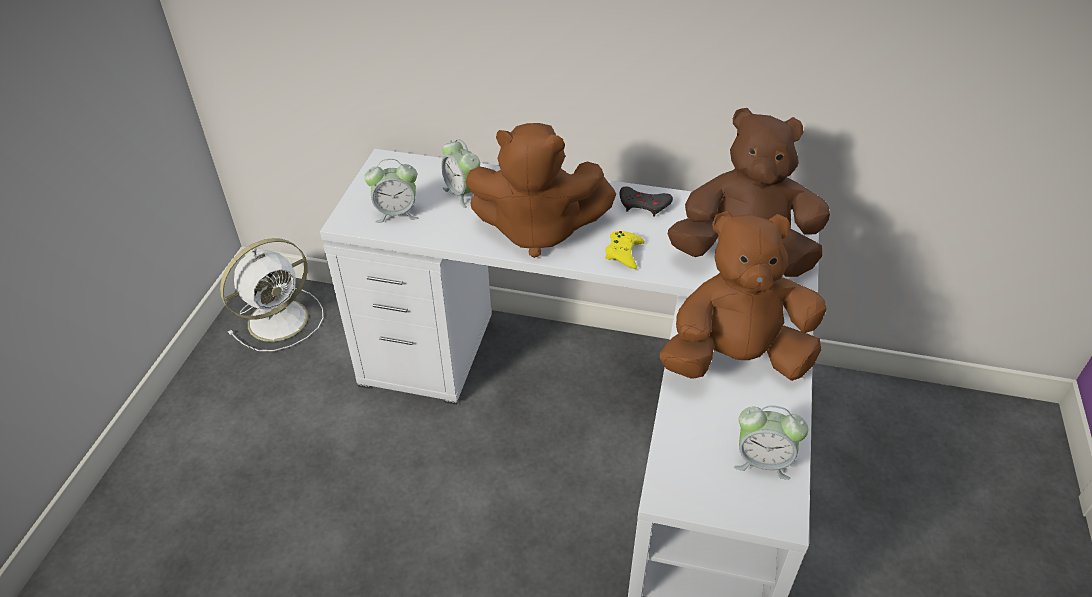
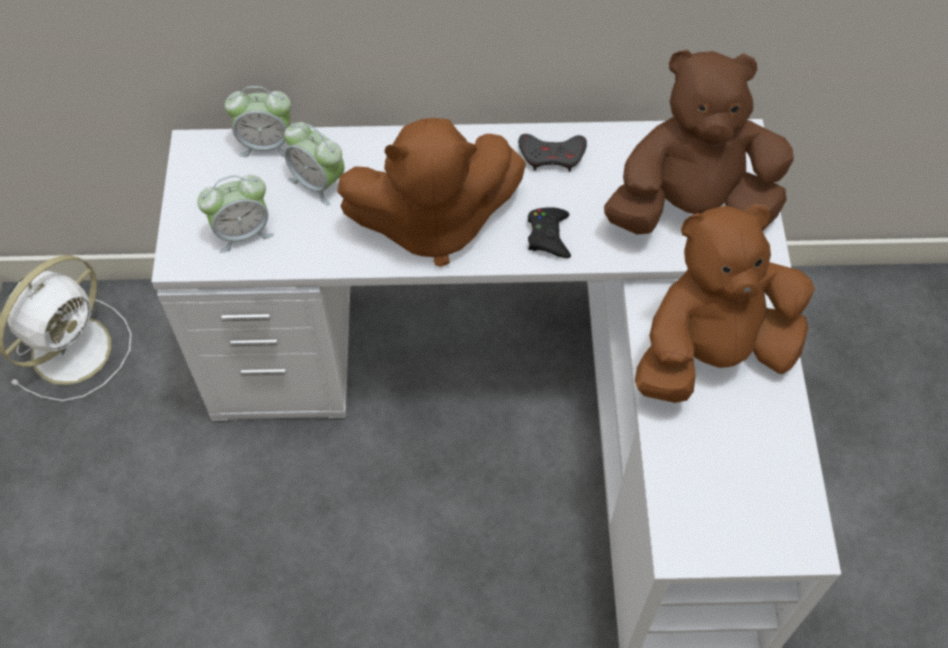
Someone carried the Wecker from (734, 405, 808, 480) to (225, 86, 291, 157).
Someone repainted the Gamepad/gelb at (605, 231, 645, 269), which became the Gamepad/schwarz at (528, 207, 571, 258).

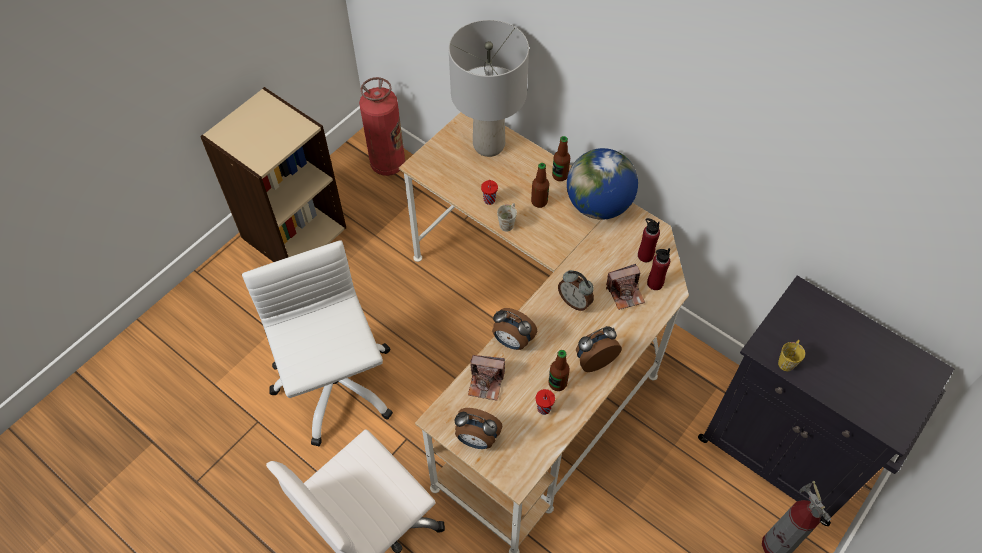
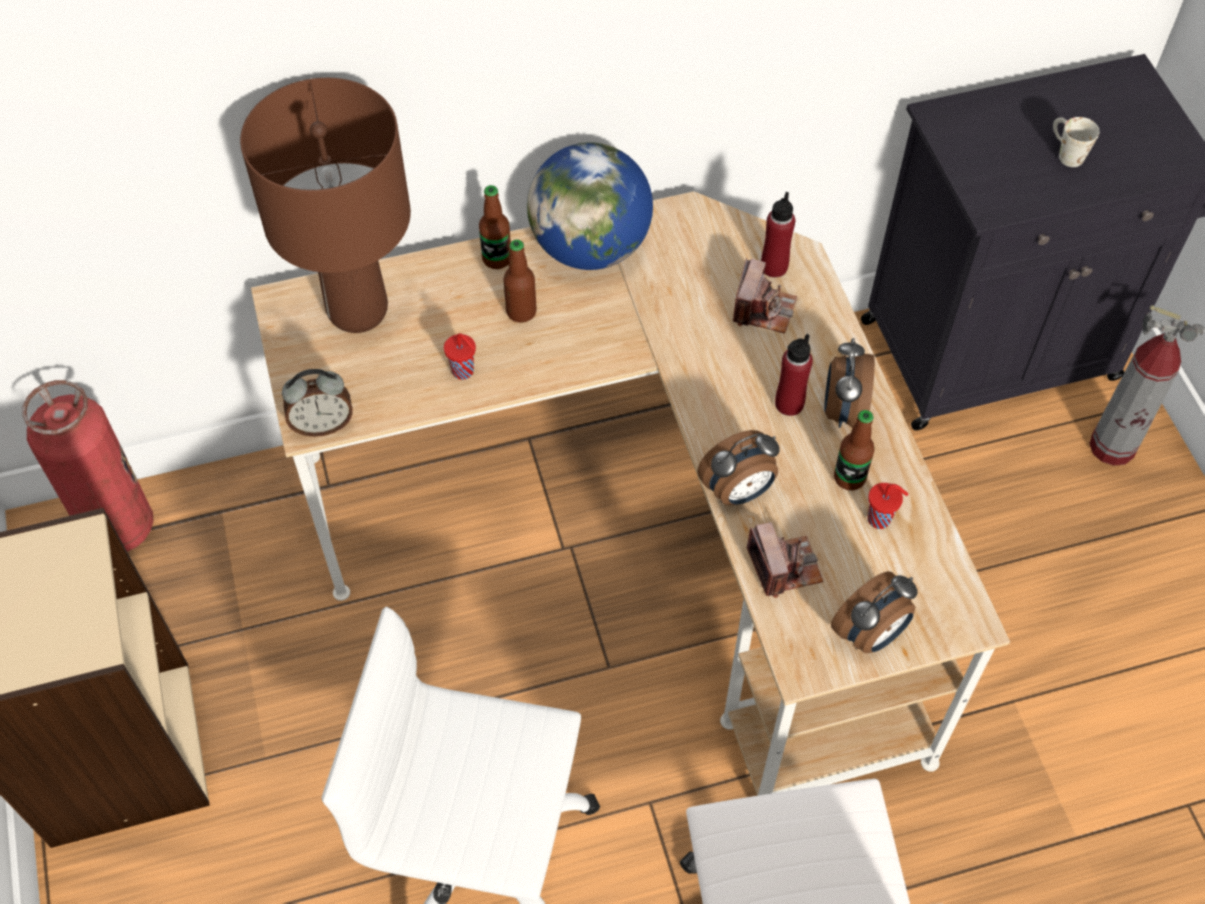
Someone took away the Henkelbecher/gelb at (778, 340, 805, 371).
Someone carried the Henkelbecher/weiß from (497, 203, 517, 231) to (1053, 117, 1099, 167).
Someone carried the Wecker from (558, 270, 594, 311) to (282, 369, 353, 437).
Someone carried the Flasche/rot from (638, 218, 660, 262) to (775, 334, 813, 416).
Someone repainted the Tischlampe/grau at (448, 20, 529, 157), which became the Tischlampe/braun at (240, 78, 411, 333).
Someone rotated the Kamera at (468, 355, 505, 401) by 60 degrees counterclockwise.

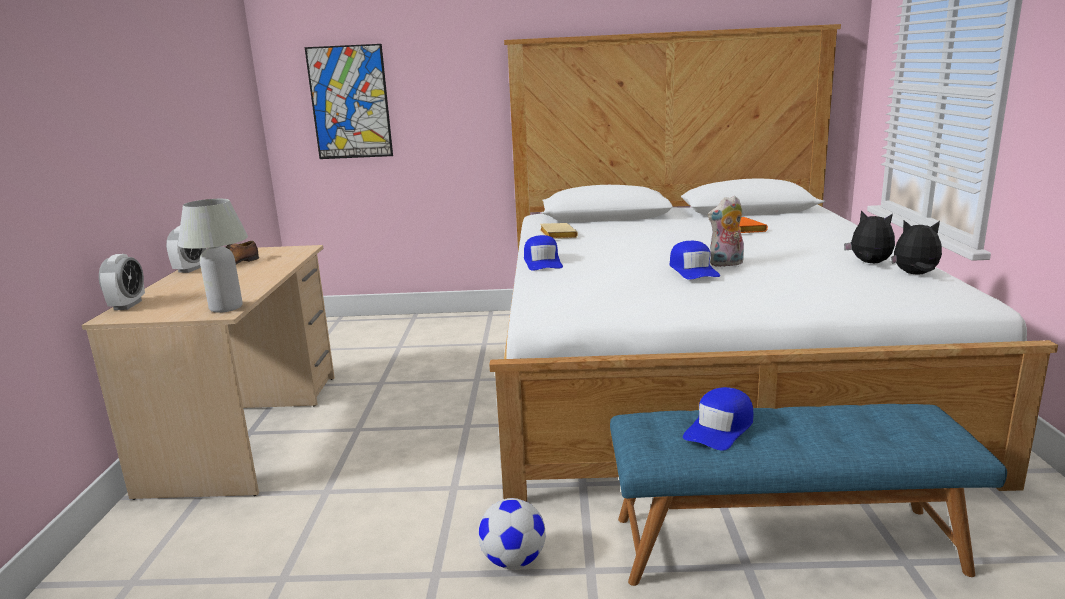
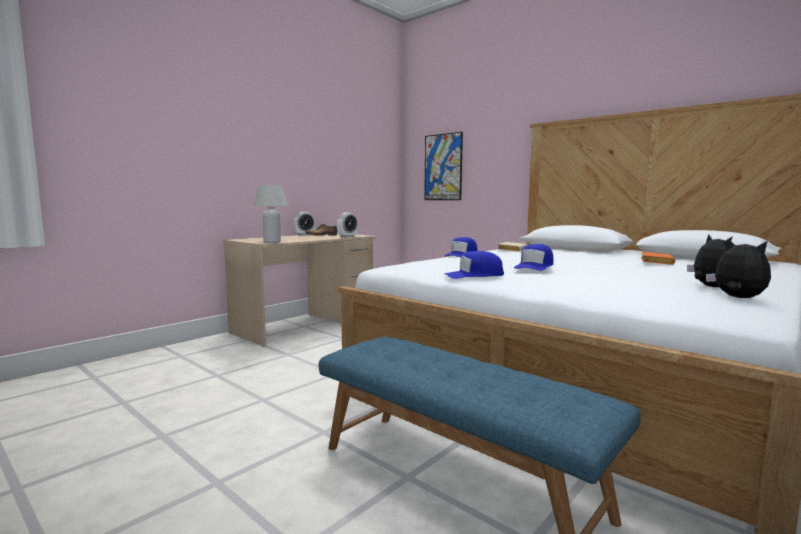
Someone took away the Fußball at (478, 498, 546, 569).
Someone took away the Plüschtier at (707, 196, 744, 267).
Someone carried the Wecker from (99, 254, 145, 310) to (337, 212, 358, 238).
Someone carried the Kappe/blau from (683, 387, 753, 451) to (445, 251, 504, 279).

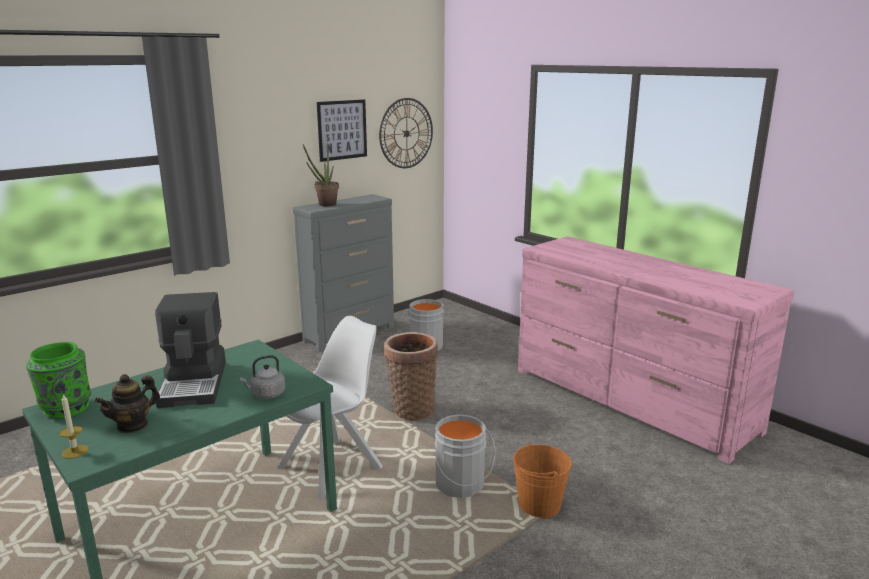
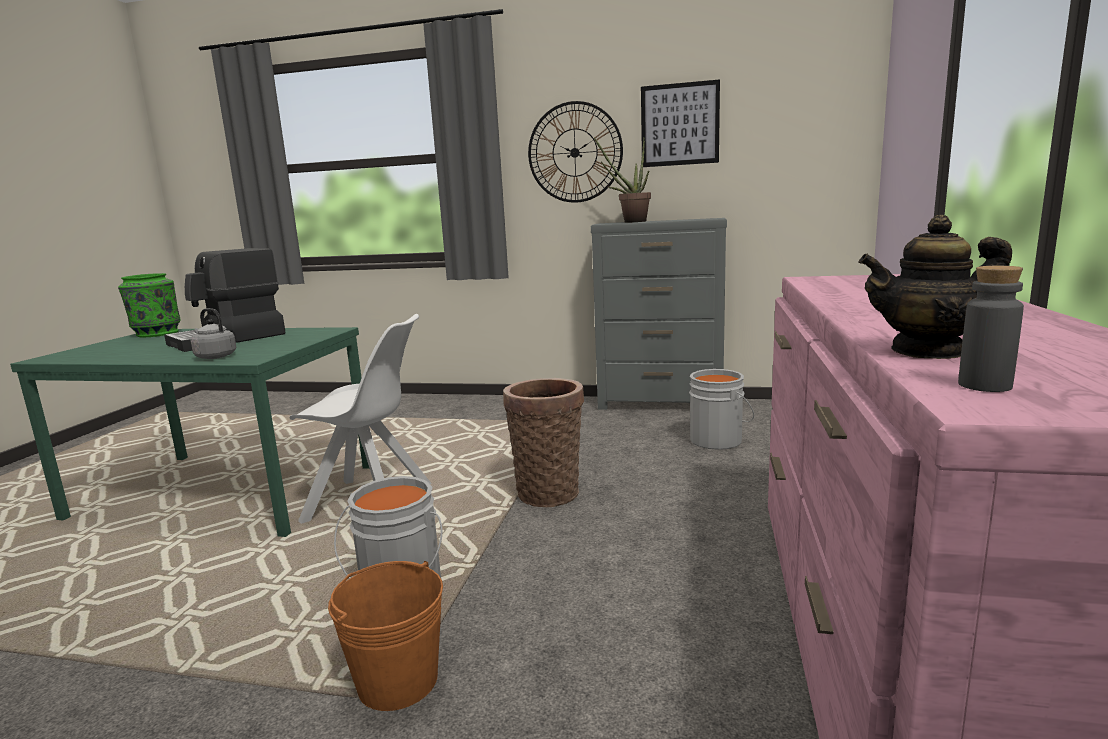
Someone took away the Kerze at (59, 394, 89, 459).
Someone put down the Flasche/grau at (958, 266, 1024, 392).
Someone carried the Teekanne from (95, 374, 160, 433) to (859, 215, 1012, 359).
Someone carried the Wanduhr from (379, 98, 433, 168) to (528, 101, 623, 203).

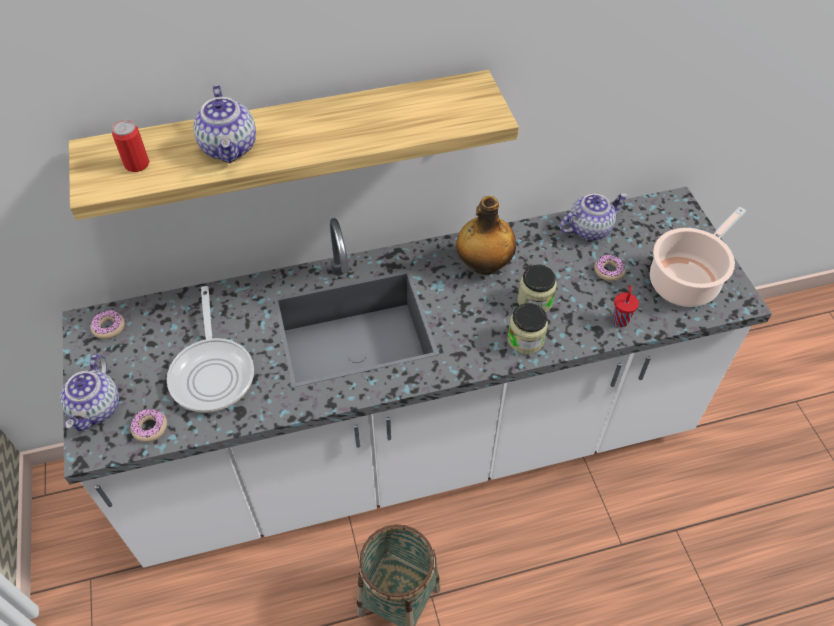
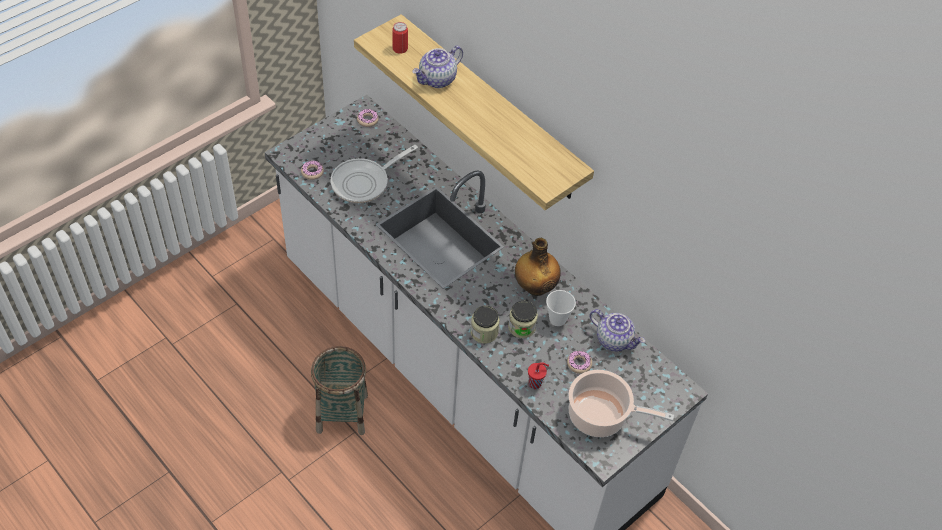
Someone took away the Teekanne at (60, 354, 119, 431).
Someone put down the Tasse at (546, 290, 576, 326).

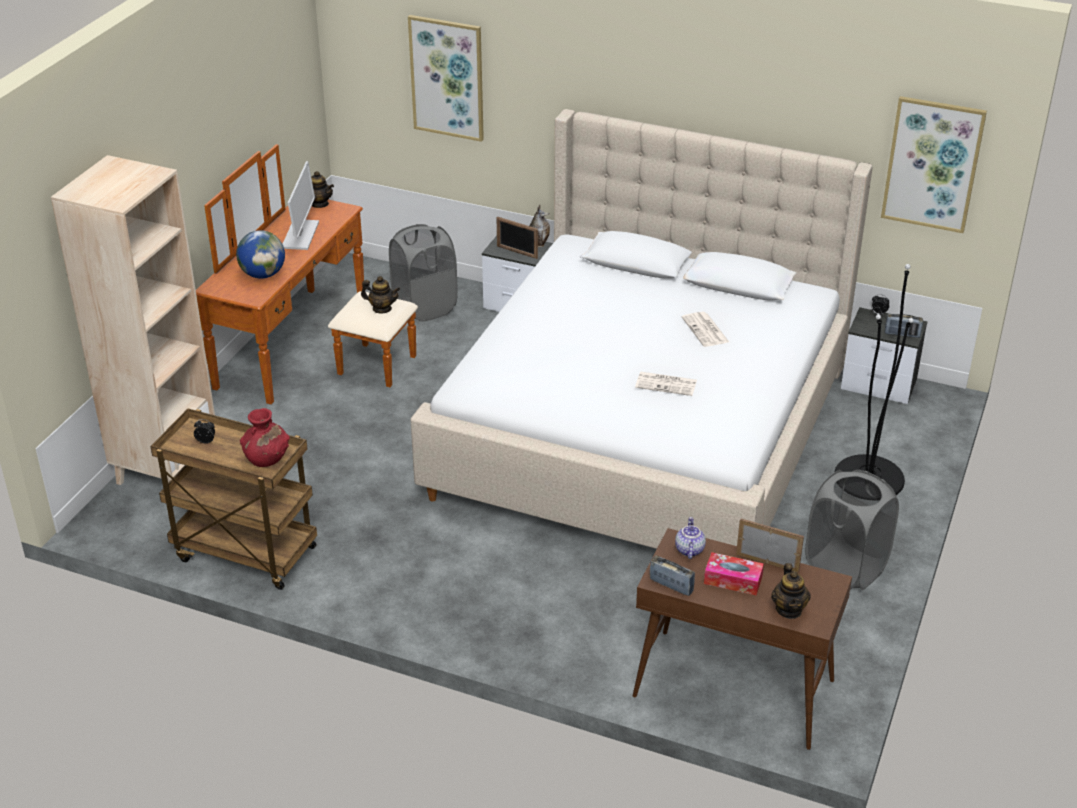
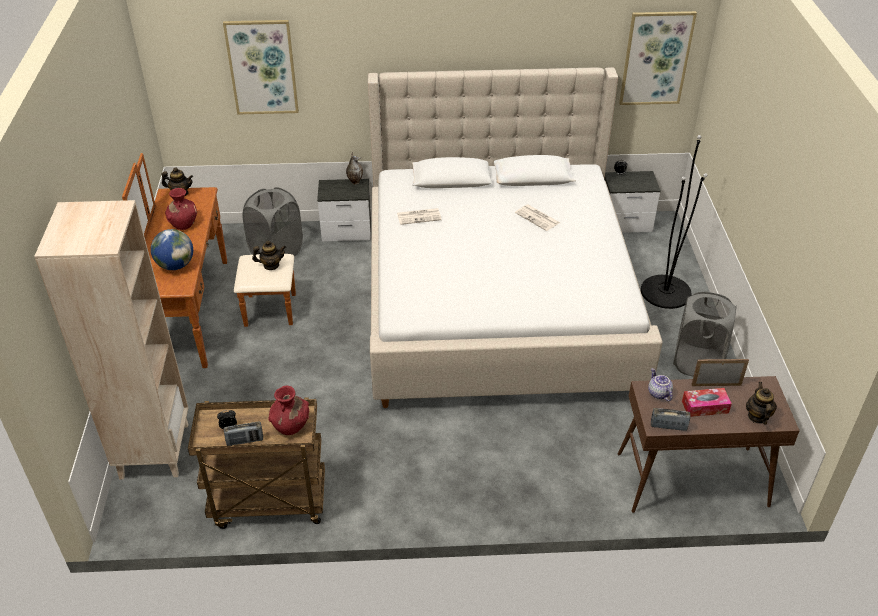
Someone took away the Bilderrahmen at (496, 217, 538, 259).
Someone carried the Zeitung from (635, 372, 697, 396) to (397, 208, 442, 225).
Someone carried the Radio from (885, 314, 923, 338) to (224, 422, 263, 446).
Someone swapped the Monitor at (283, 161, 319, 250) for the Vase/rot at (165, 188, 197, 230).
Someone rotated the Teekanne at (771, 563, 811, 619) by 150 degrees counterclockwise.

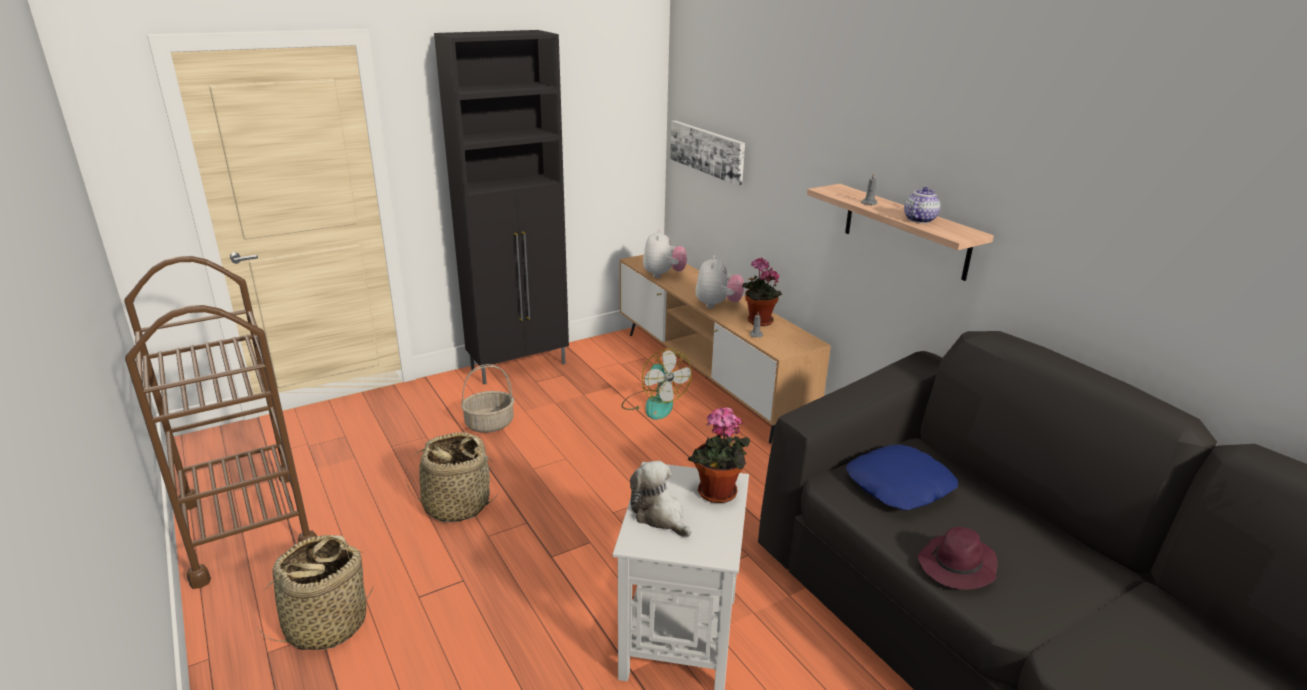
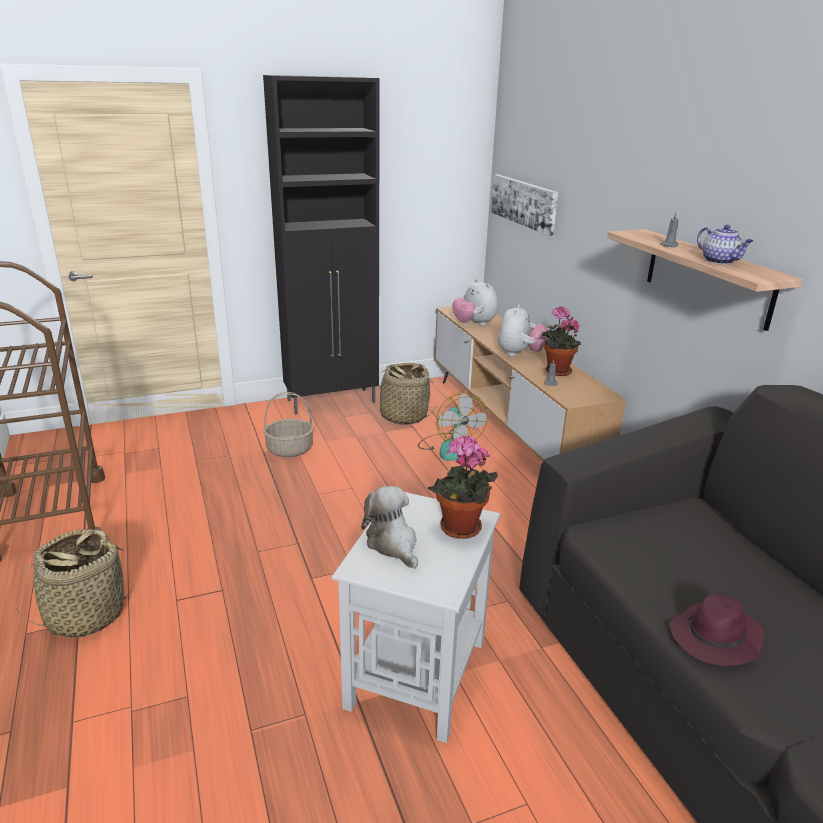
Someone took away the Kissen/blau at (846, 444, 958, 510).
Someone carried the Korb from (406, 432, 498, 522) to (370, 362, 434, 425).
Someone rotated the Plüschtier at (643, 229, 687, 278) by 135 degrees clockwise.
Someone rotated the Teekanne at (904, 187, 940, 223) by 105 degrees clockwise.

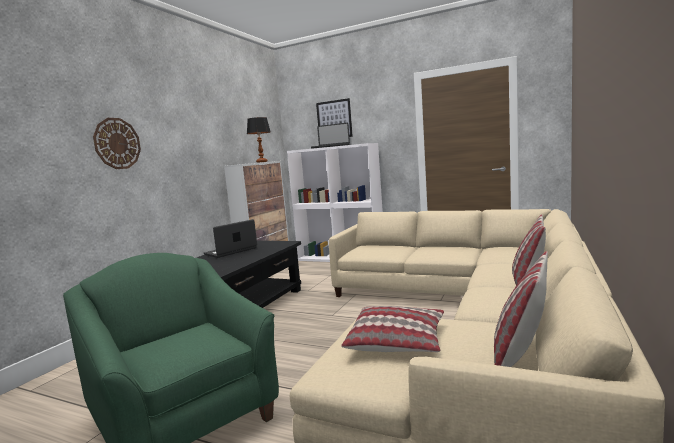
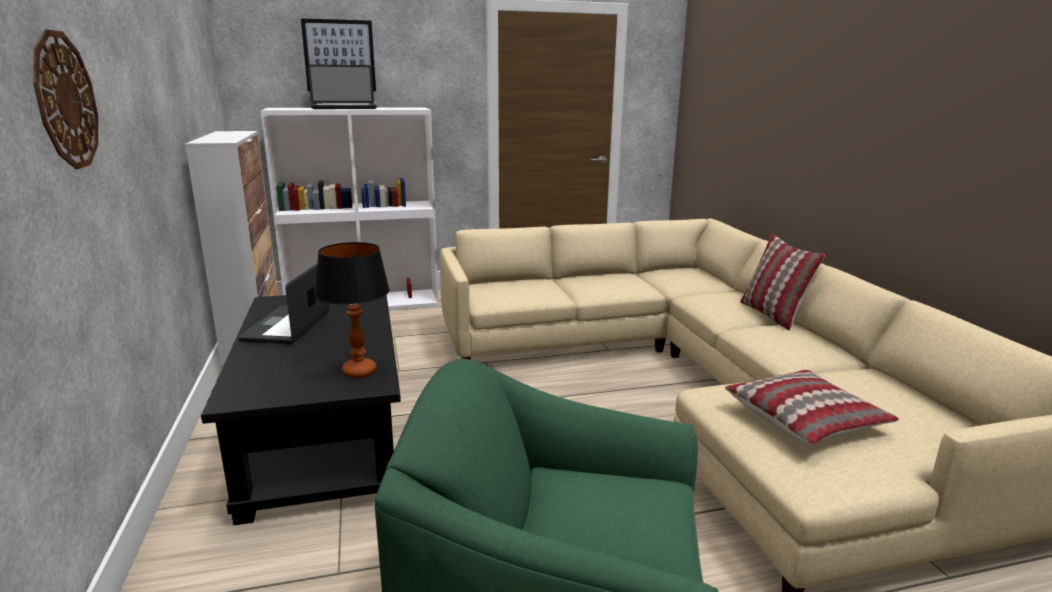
Someone took away the Kissen at (494, 251, 548, 367).
Someone carried the Tischlampe from (247, 117, 270, 163) to (315, 242, 390, 378).

